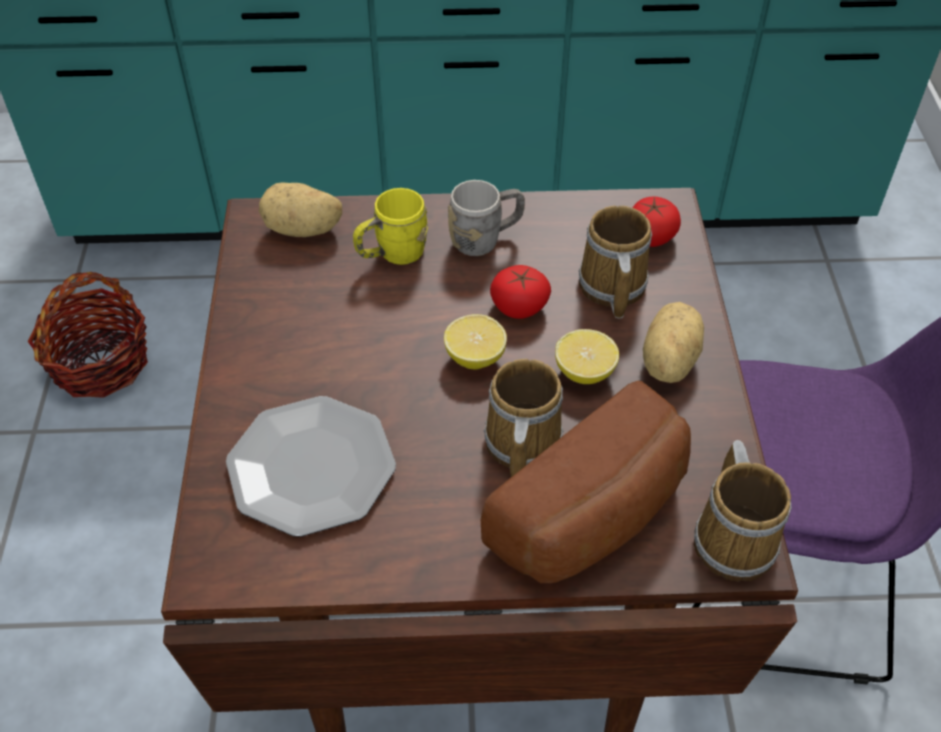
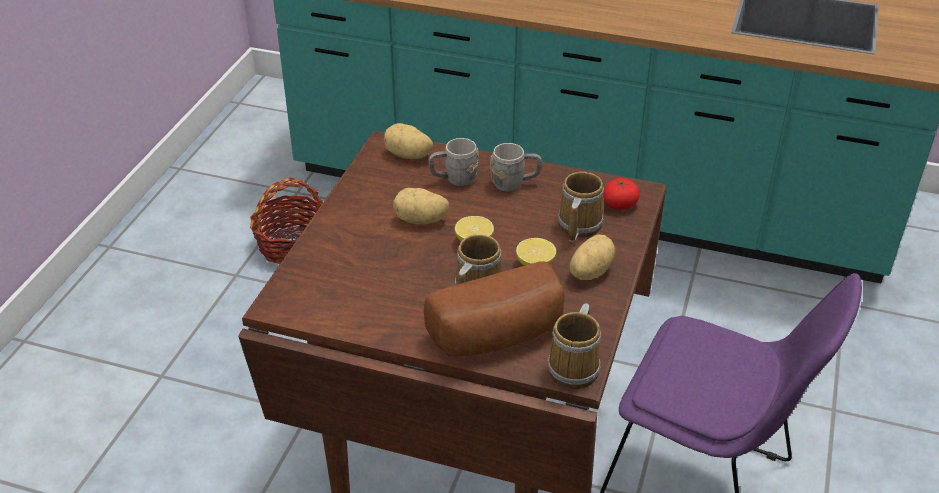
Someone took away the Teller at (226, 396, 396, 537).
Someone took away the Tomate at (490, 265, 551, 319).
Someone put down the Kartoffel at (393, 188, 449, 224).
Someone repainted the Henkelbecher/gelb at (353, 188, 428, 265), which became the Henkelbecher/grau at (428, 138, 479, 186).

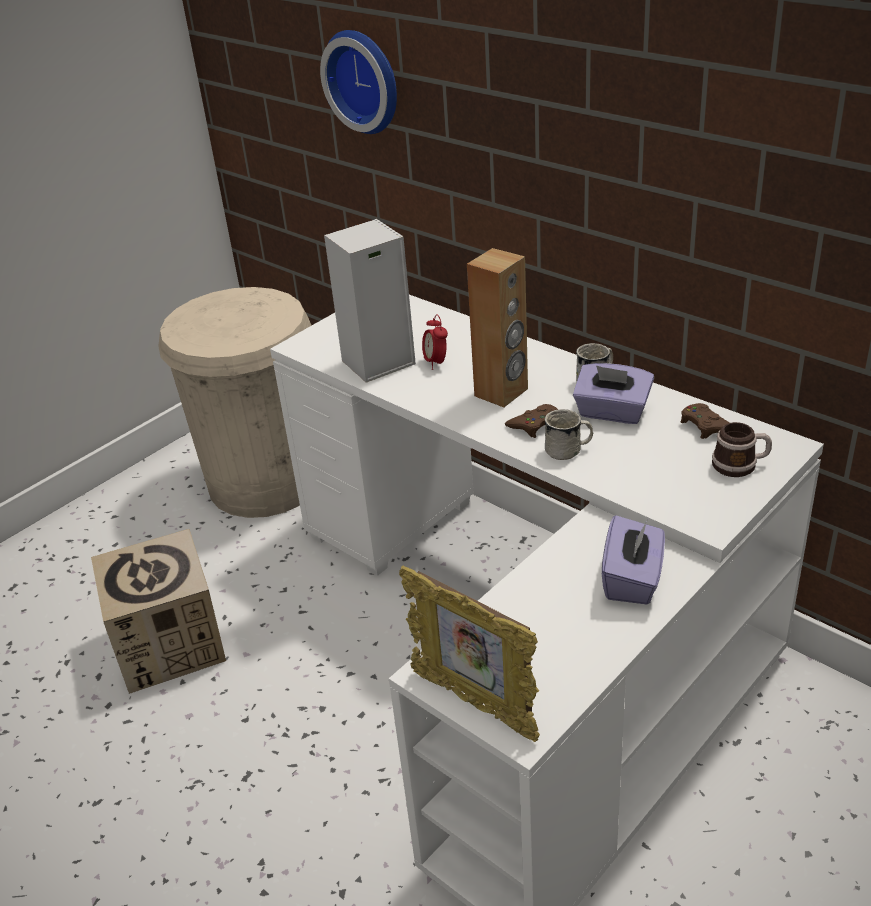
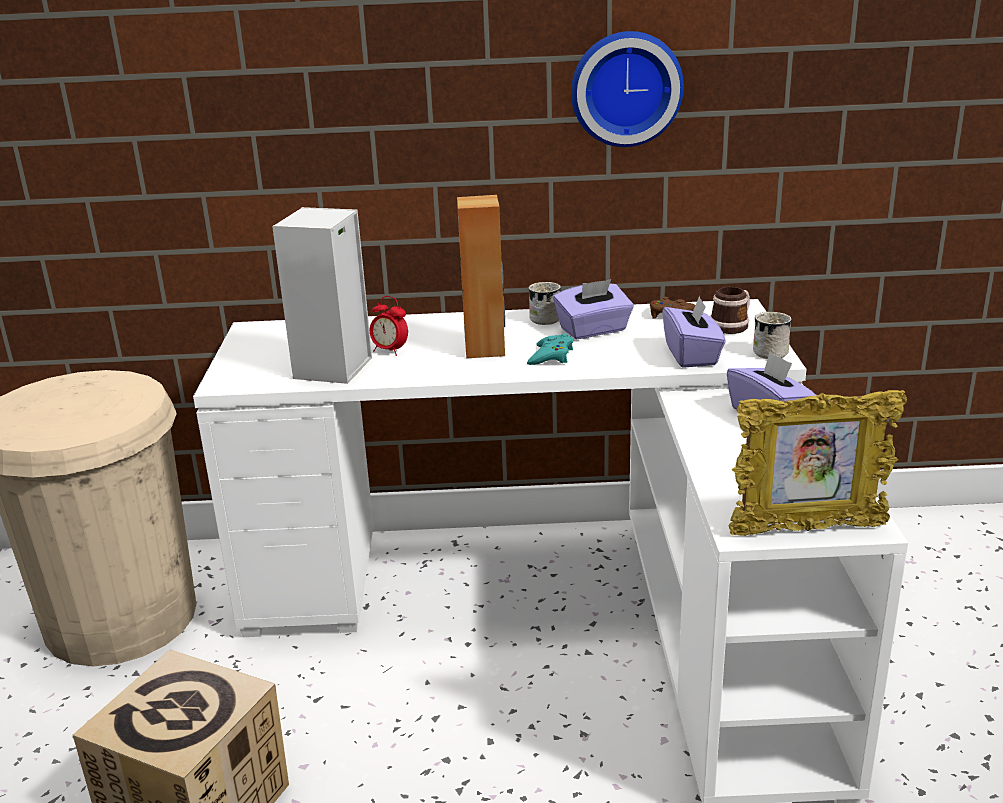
Someone put down the Taschentuchbox/lila at (663, 295, 726, 368).
Someone carried the Wanduhr from (320, 30, 397, 134) to (571, 31, 684, 147).
Someone carried the Henkelbecher/weiß from (545, 409, 593, 460) to (753, 312, 791, 359).
Someone repainted the Gamepad/braun at (505, 404, 558, 438), which became the Gamepad/türkis at (527, 333, 573, 365).

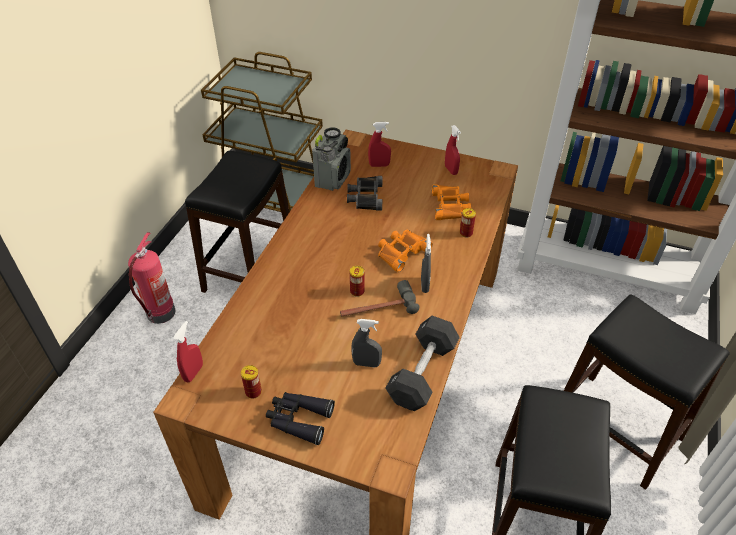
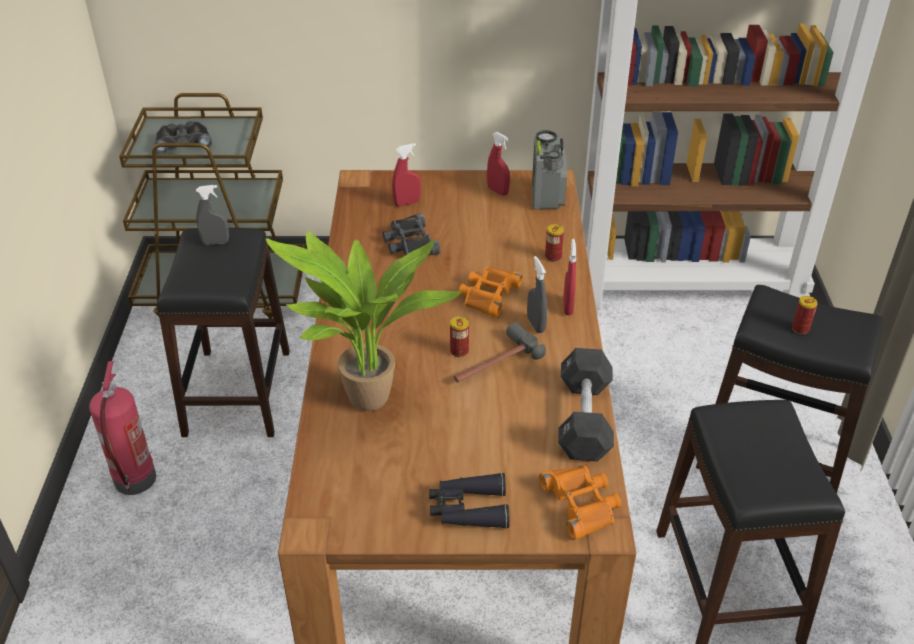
Someone put down the Fernglas/schwarz at (154, 121, 212, 154).
Someone put down the Topfpflanze at (266, 231, 462, 411).
Someone carried the Sprühflasche/rot from (173, 321, 203, 382) to (563, 239, 576, 315).
Someone carried the Dose from (241, 365, 262, 399) to (792, 296, 818, 334).
Someone carried the Radio from (312, 127, 351, 191) to (532, 130, 567, 209).
Someone carried the Sprühflasche/grau from (351, 319, 382, 367) to (196, 185, 229, 245).
Someone carried the Fernglas/orange from (432, 185, 471, 220) to (539, 466, 621, 540).

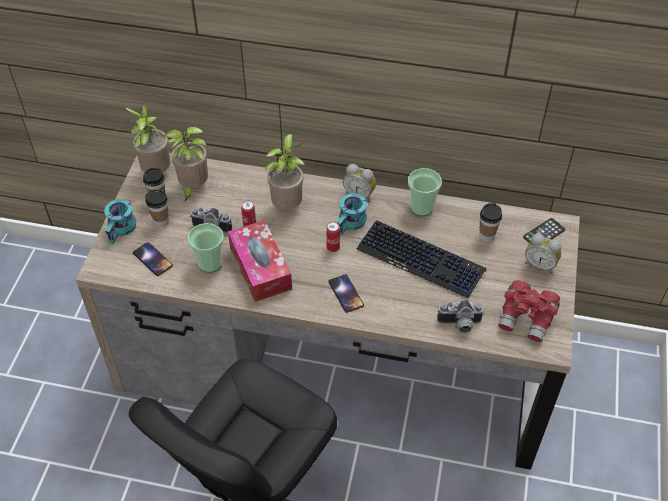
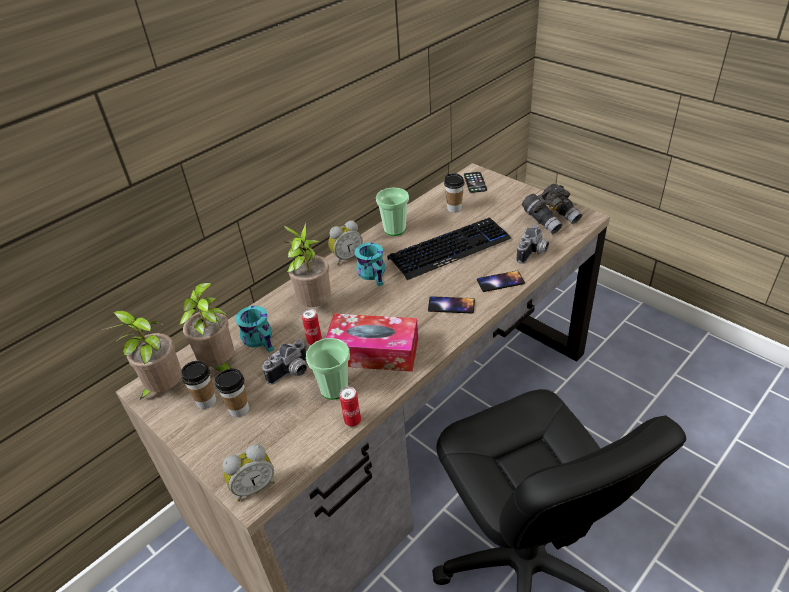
Someone carried the Henkelbecher/türkis from (104, 199, 136, 244) to (235, 306, 274, 353).
Someone carried the Handy from (133, 242, 173, 276) to (477, 271, 525, 292).
Someone carried the Dose from (326, 221, 340, 252) to (340, 387, 361, 427).
Someone carried the Wecker from (525, 234, 561, 274) to (223, 444, 275, 502).
Someone repainted the Fernglas/rot at (498, 280, 560, 342), which became the Fernglas/grau at (522, 184, 582, 234).

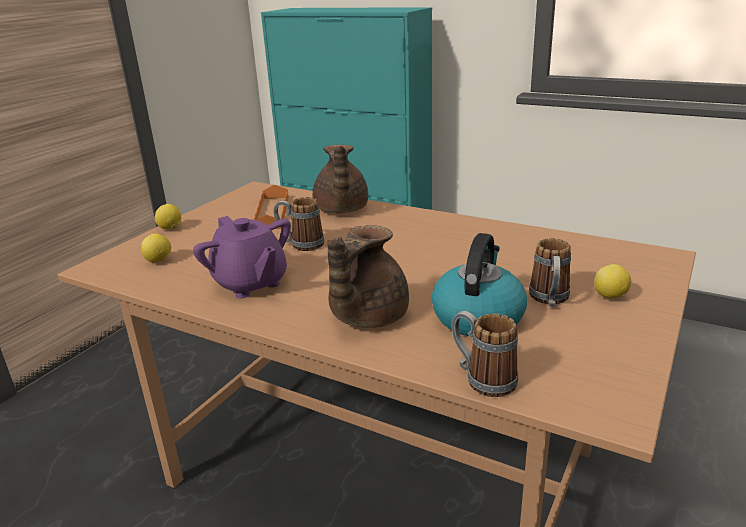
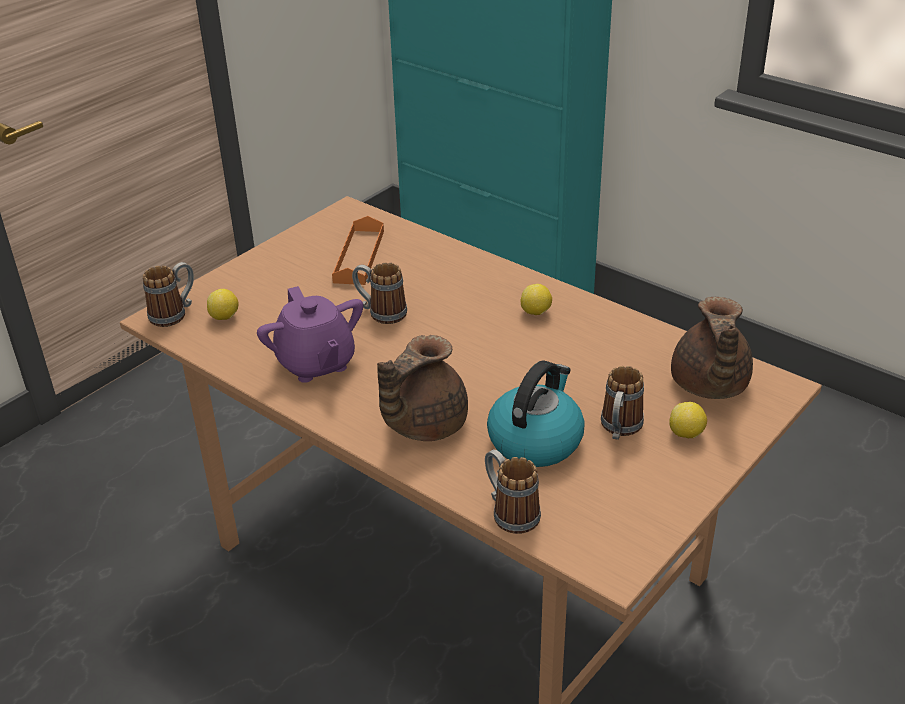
Someone put down the Henkelbecher at (143, 262, 194, 327).
Someone carried the Zitrone from (155, 204, 181, 229) to (521, 284, 552, 315).
Someone carried the Teekanne/braun from (313, 145, 368, 213) to (671, 297, 753, 399).

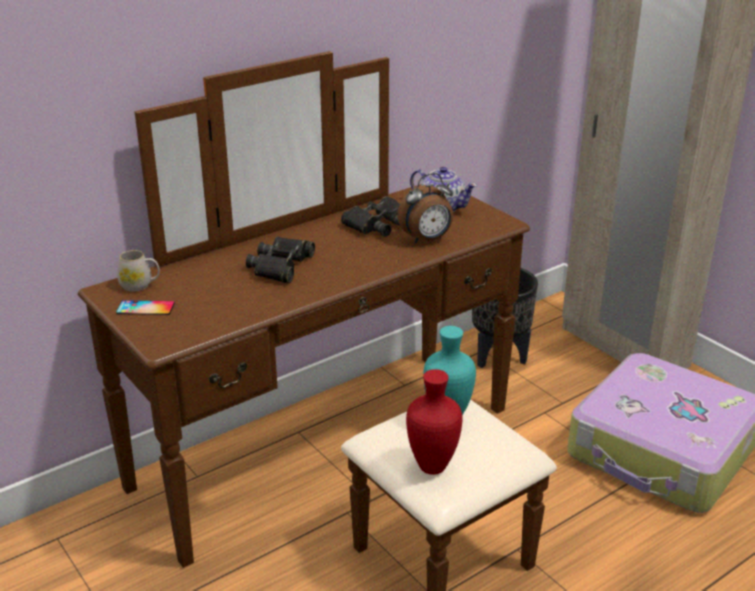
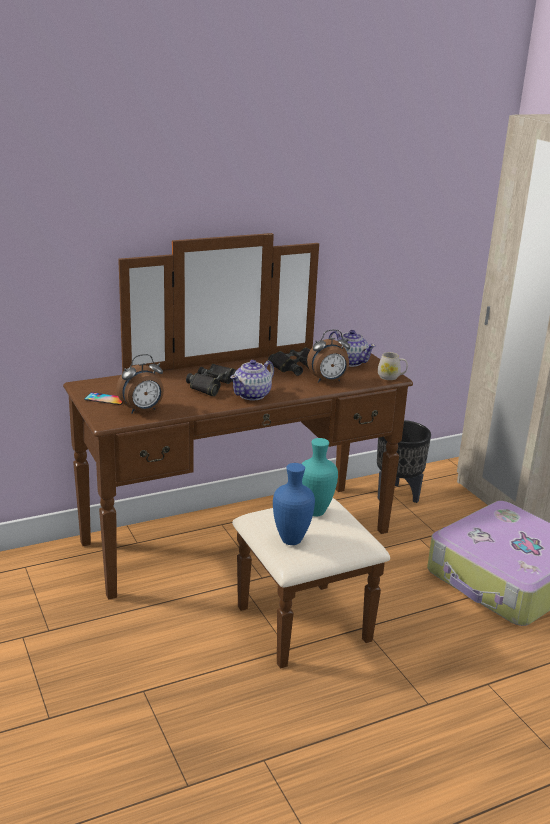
Someone put down the Wecker at (116, 354, 164, 413).
Someone put down the Teekanne at (230, 360, 274, 401).
Someone carried the Henkelbecher/weiß from (117, 250, 160, 292) to (378, 352, 408, 380).
Someone repainted the Vase/rot at (406, 369, 462, 475), which became the Vase/blau at (273, 463, 315, 545).

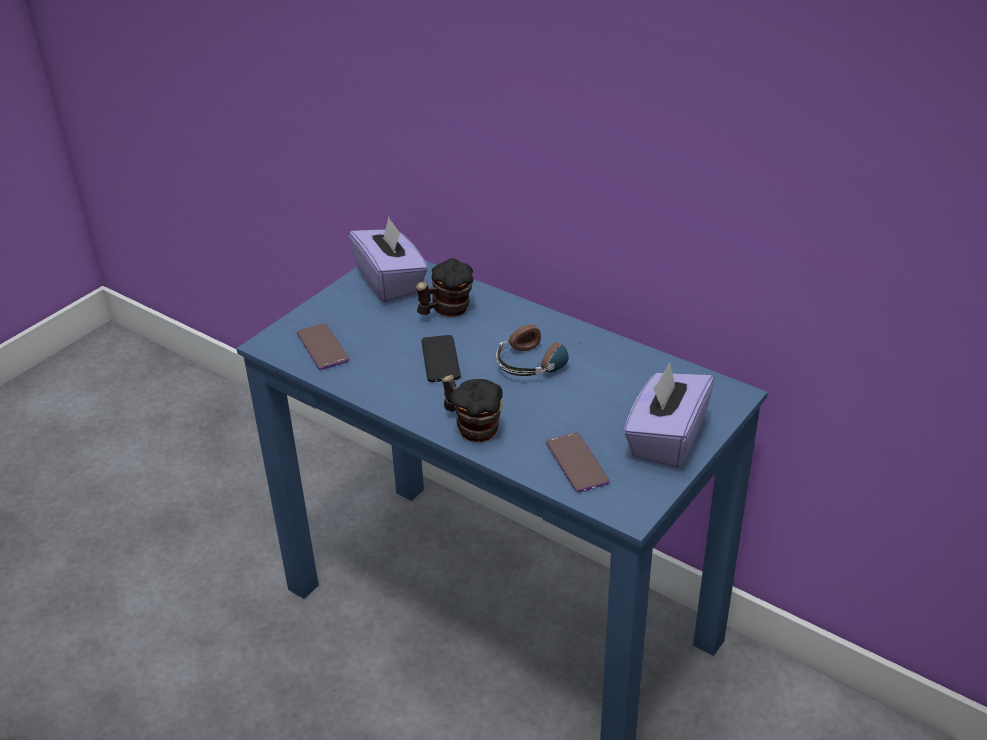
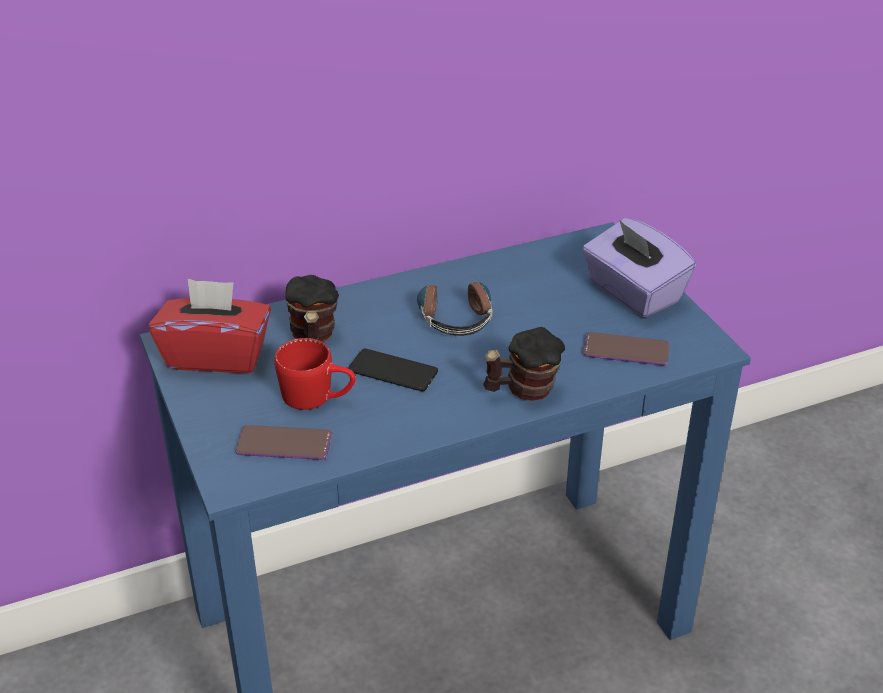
Someone put down the Henkelbecher/rot at (274, 338, 356, 410).
Someone repainted the Taschentuchbox/lila at (349, 217, 428, 303), which became the Taschentuchbox/rot at (149, 279, 271, 373).

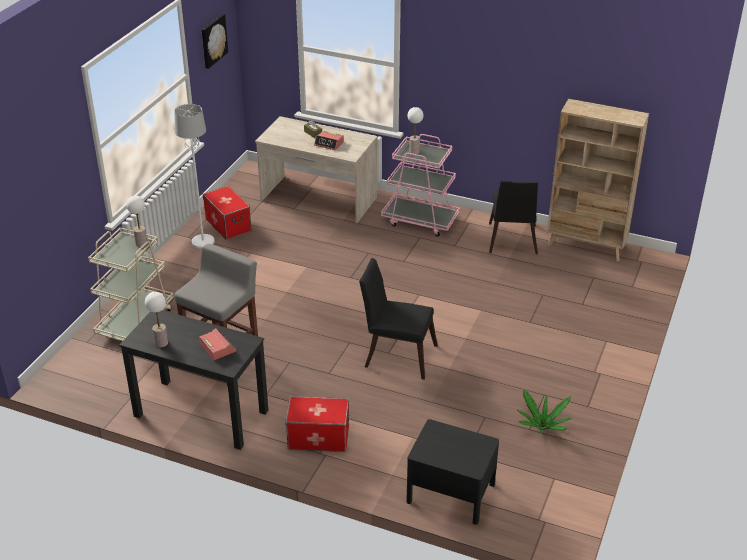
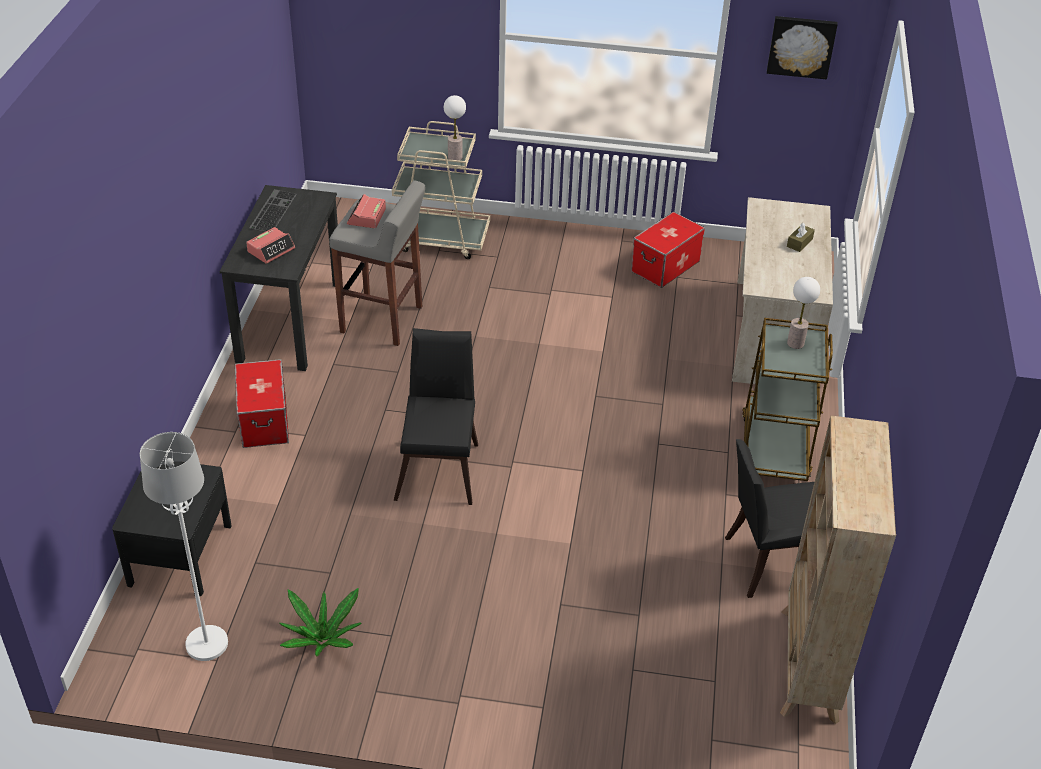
Someone carried the Stehlampe/weiß from (174, 104, 215, 249) to (140, 432, 228, 661).
Someone carried the Wecker from (314, 131, 344, 150) to (347, 194, 386, 228).
Someone swapped the Tischlampe at (145, 292, 168, 348) for the Tastatur at (249, 189, 297, 232).
Someone repainted the Rollwagen/rosa at (381, 134, 460, 237), which became the Rollwagen/braun at (742, 318, 833, 481).

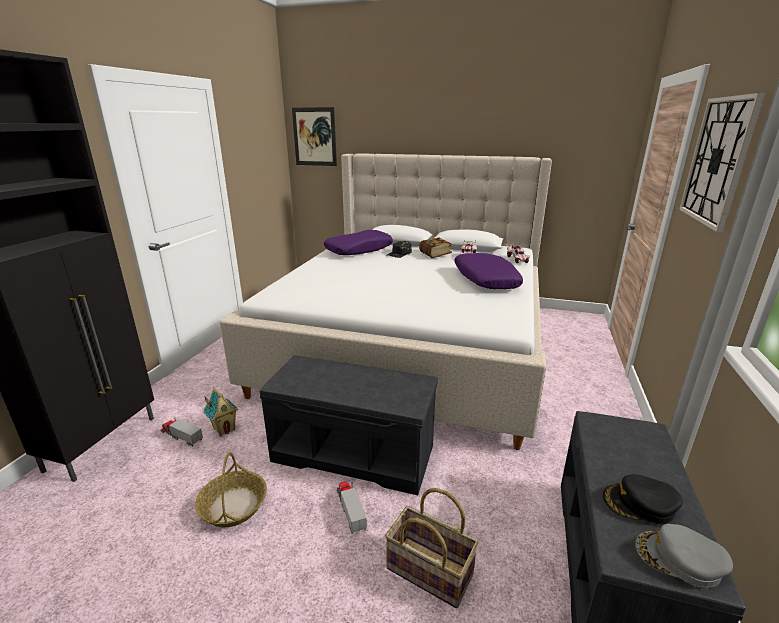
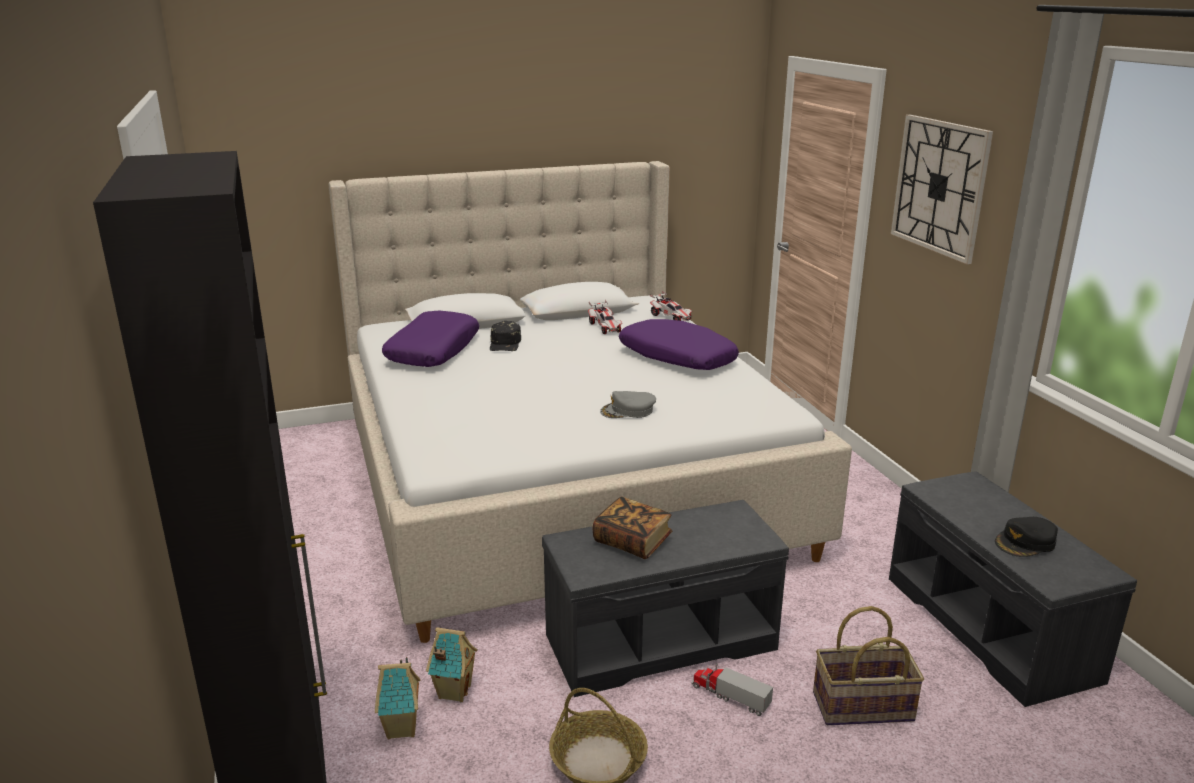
Someone took away the Bild at (292, 107, 337, 166).
Someone carried the Buch from (419, 238, 452, 258) to (592, 496, 672, 559).
Someone carried the Kappe/grau from (635, 524, 733, 588) to (600, 391, 656, 418).
Someone swapped the Spielzeuglaster at (161, 417, 203, 447) for the Spielzeughaus at (375, 657, 421, 739).

